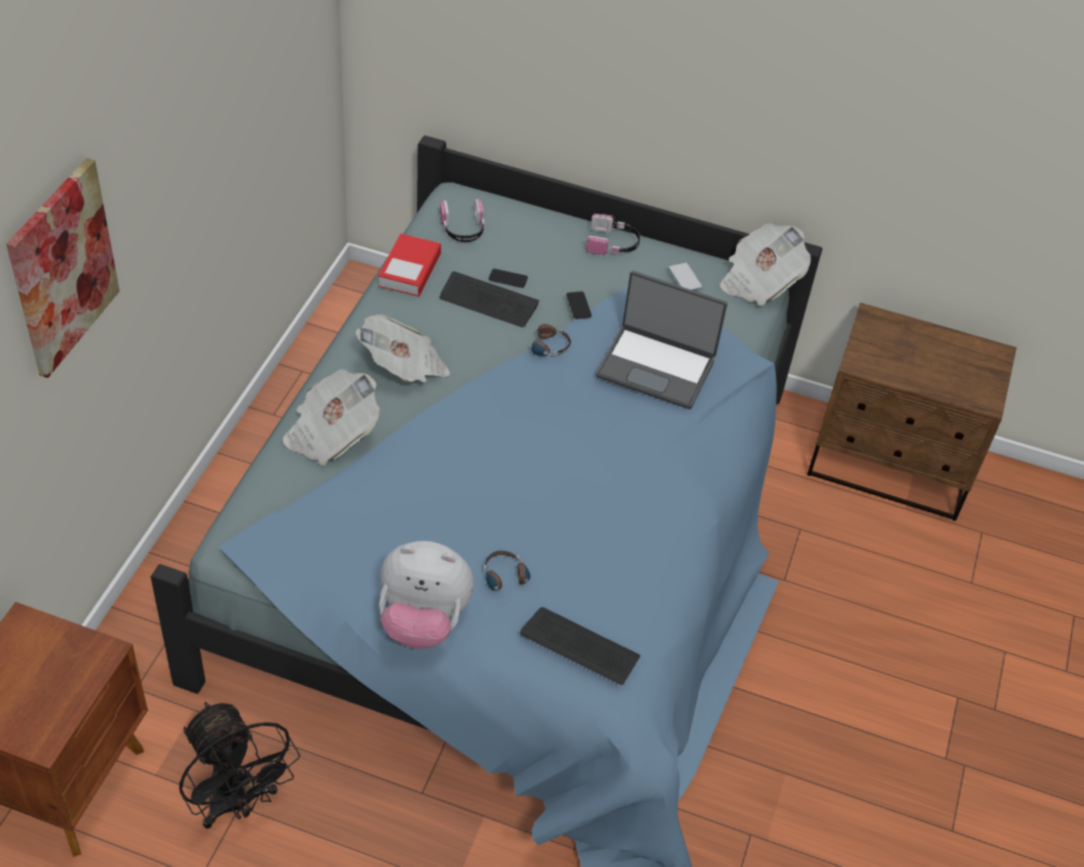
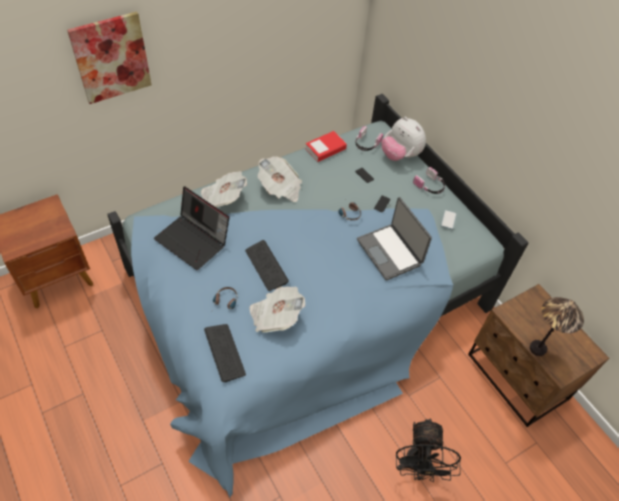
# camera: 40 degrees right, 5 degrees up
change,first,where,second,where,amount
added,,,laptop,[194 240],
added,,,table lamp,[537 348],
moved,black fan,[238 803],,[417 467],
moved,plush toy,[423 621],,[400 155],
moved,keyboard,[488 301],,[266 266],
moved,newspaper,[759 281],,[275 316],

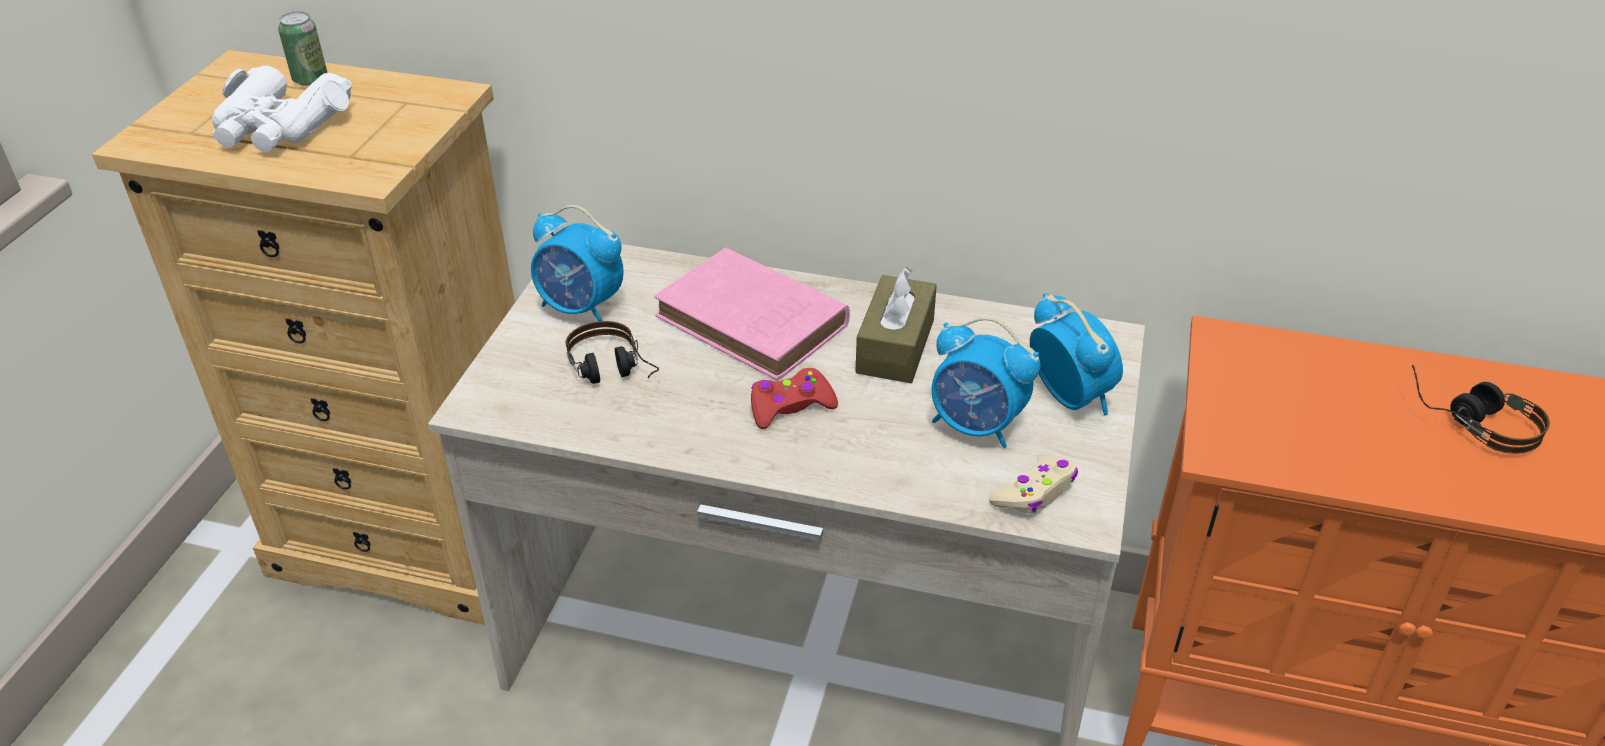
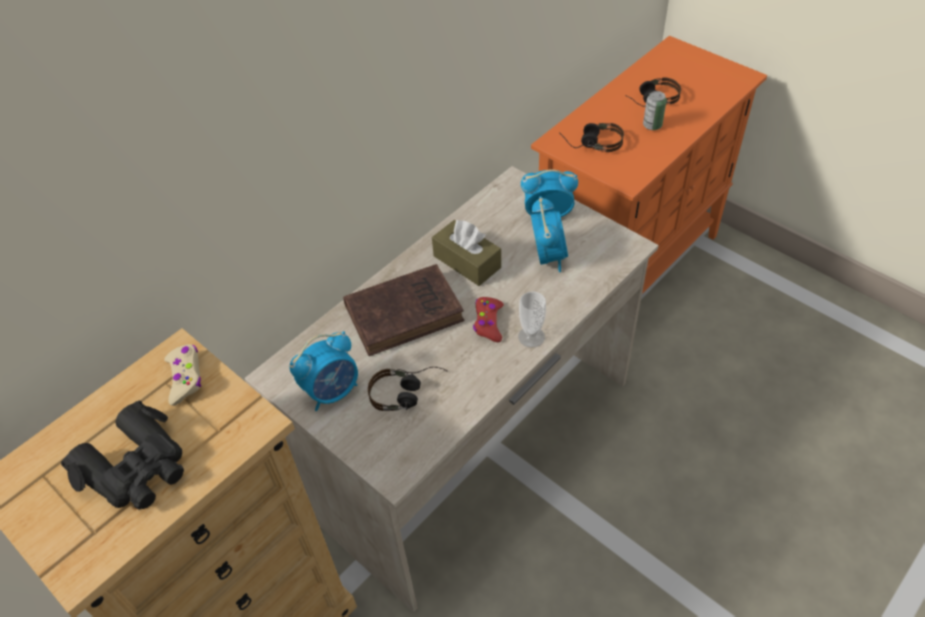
# camera: 60 degrees left, 10 degrees up
change,first,where,second,where,amount
added,,,cup,[531 337],
added,,,headphones,[590 143],
moved,can,[310 79],,[652 125],
moved,beige game controller,[1035 493],,[185 377],
recoloured,white binoculars,[279 127],black binoculars,[136 468],
recoloured,pink book,[756 323],brown book,[407 312],
turned,alarm clock,[976 426],,[548 256],60 degrees counterclockwise

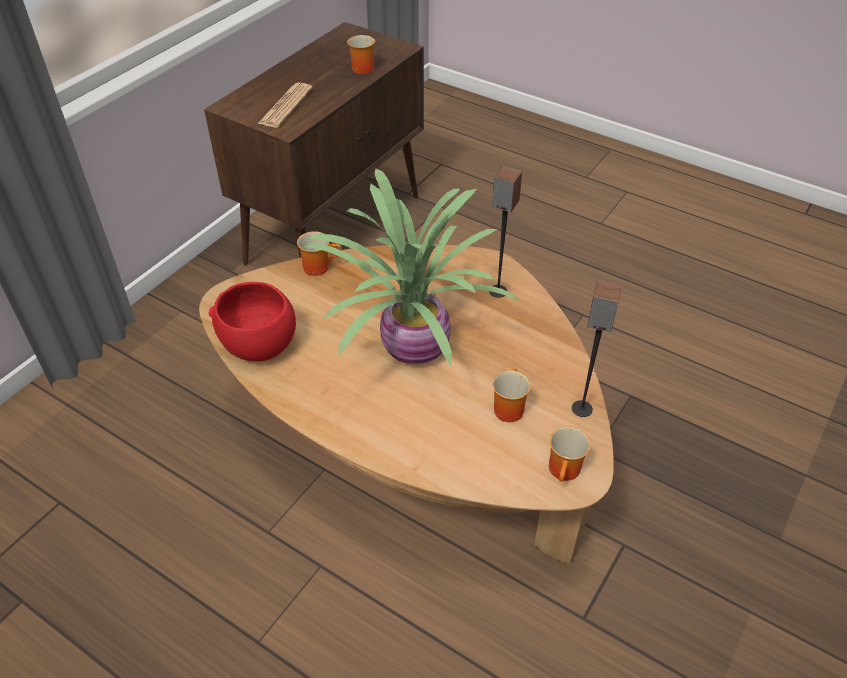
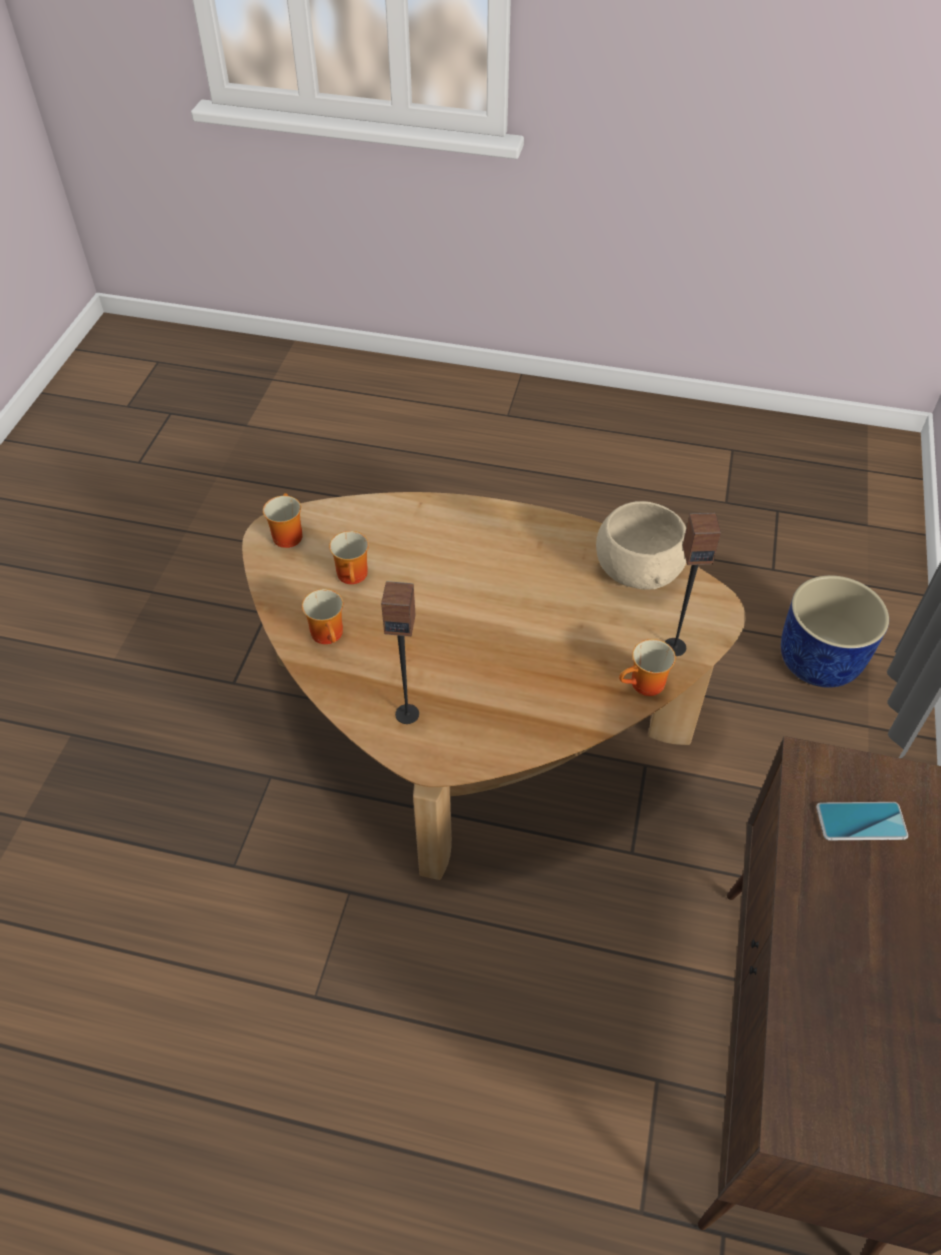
# camera: 160 degrees right, 5 degrees up
change,first,where,second,where,amount
removed,potted plant,[413 346],,,
added,,,blue planter,[818 662],
moved,mug,[361 67],,[330 634],
moved,speaker,[581 409],,[674 646],
replaced,newspaper,[285 106],phone,[861 822],
recoloured,red bowl,[257 344],beige bowl,[638 570],

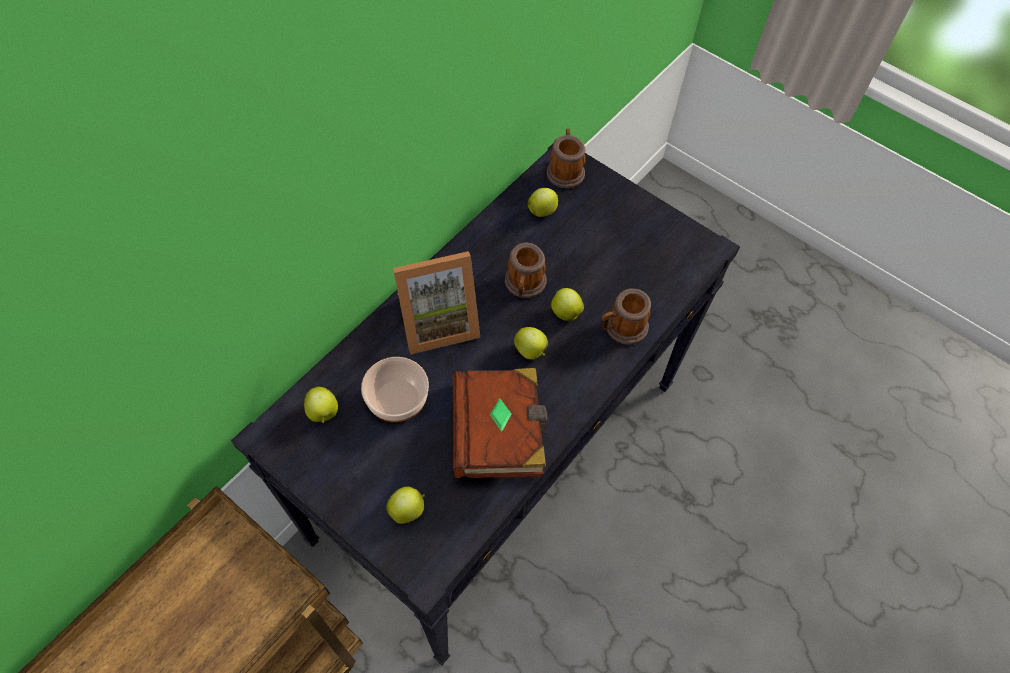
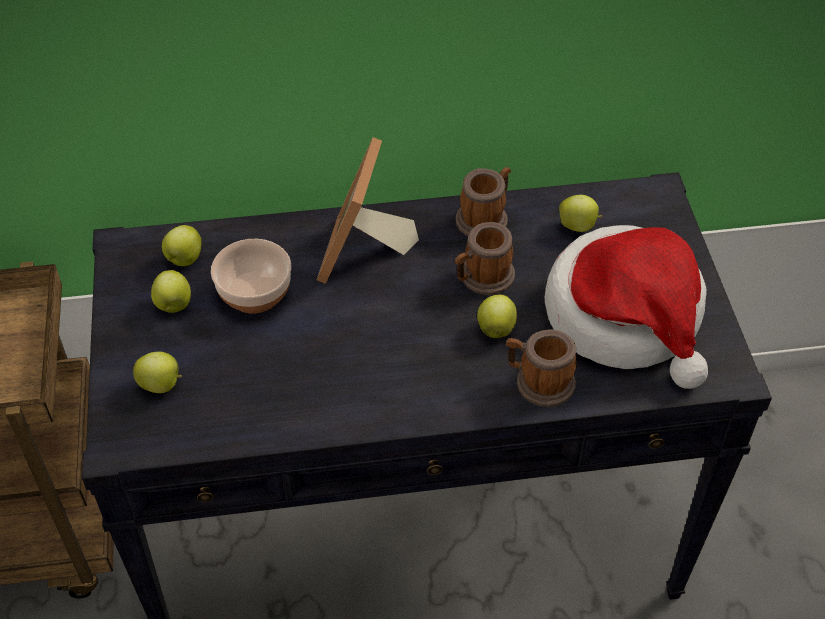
# camera: 45 degrees right, 10 degrees down
change,first,where,second,where,amount
removed,brown book,[499 432],,,
added,,,hat,[626 318],
moved,apple,[531 351],,[174 305],
moved,mug,[565 170],,[485 218],
turned,picture frame,[437 322],,[363 255],75 degrees clockwise

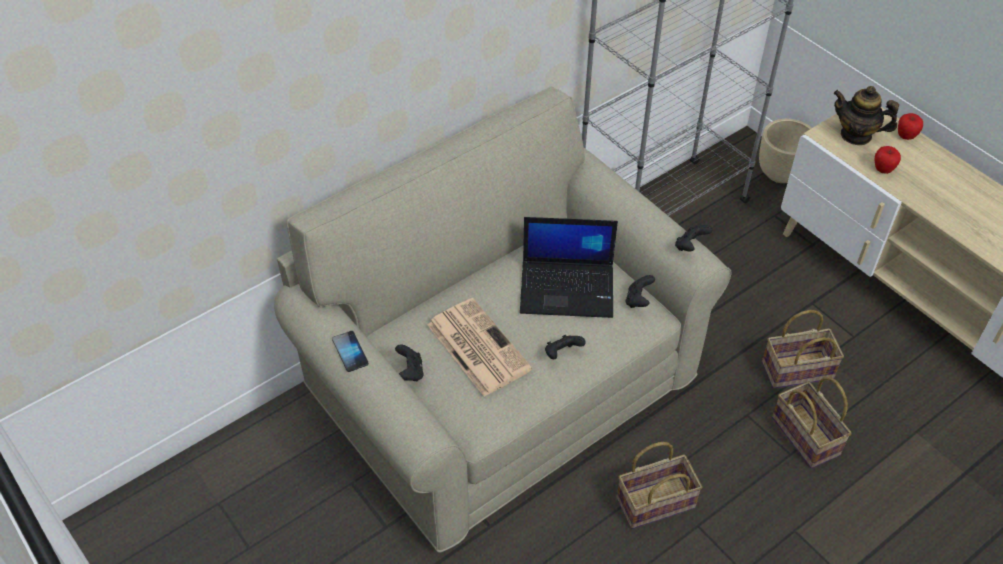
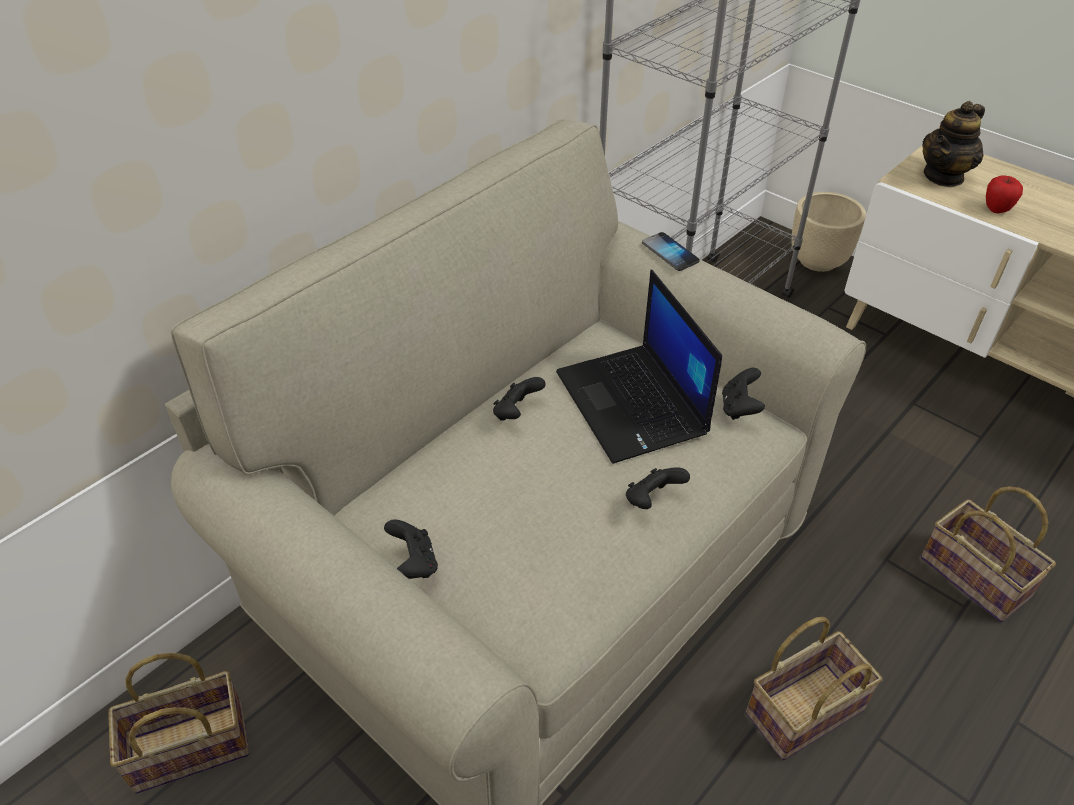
# camera: 10 degrees left, 5 degrees down
change,first,where,second,where,amount
removed,newspaper,[476 346],,,
removed,apple,[905 136],,,
moved,phone,[350 352],,[670 253],
moved,black game controller,[690 246],,[517 413],
moved,basket,[796 371],,[187 751],
turned,laptop,[568 288],,[633 404],75 degrees clockwise
turned,teapot,[856 135],,[944 176],60 degrees counterclockwise

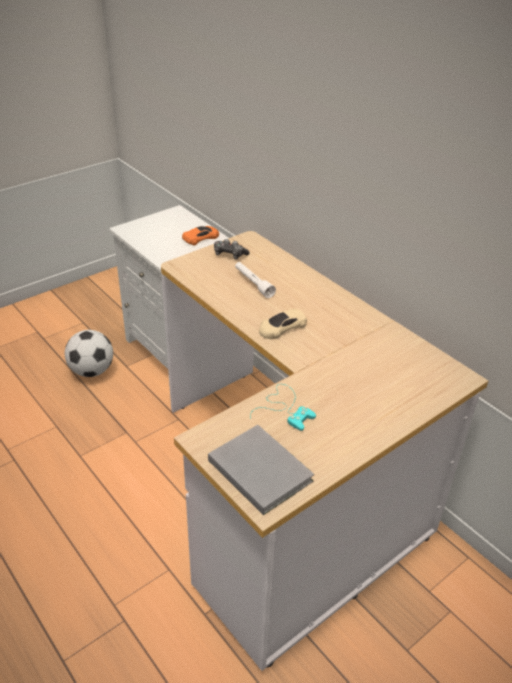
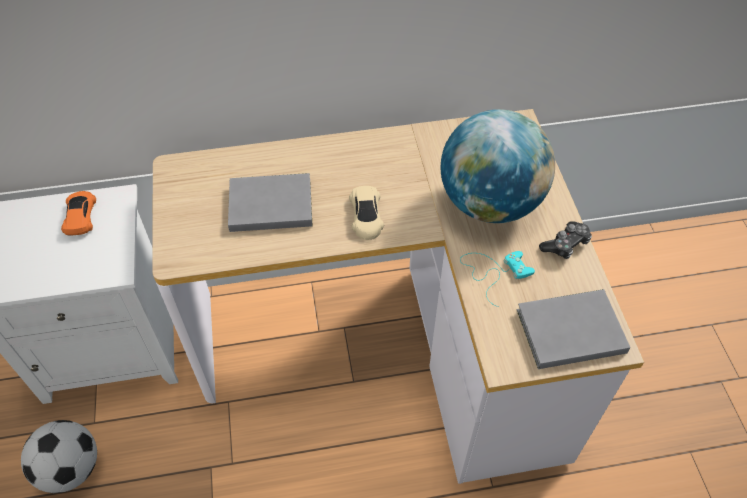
# camera: 60 degrees left, 15 degrees up
change,first,where,second,where,amount
added,,,globe,[490 203],
moved,game controller,[229 255],,[565 244],
replaced,white flashlight,[253 284],grey book,[268 204],

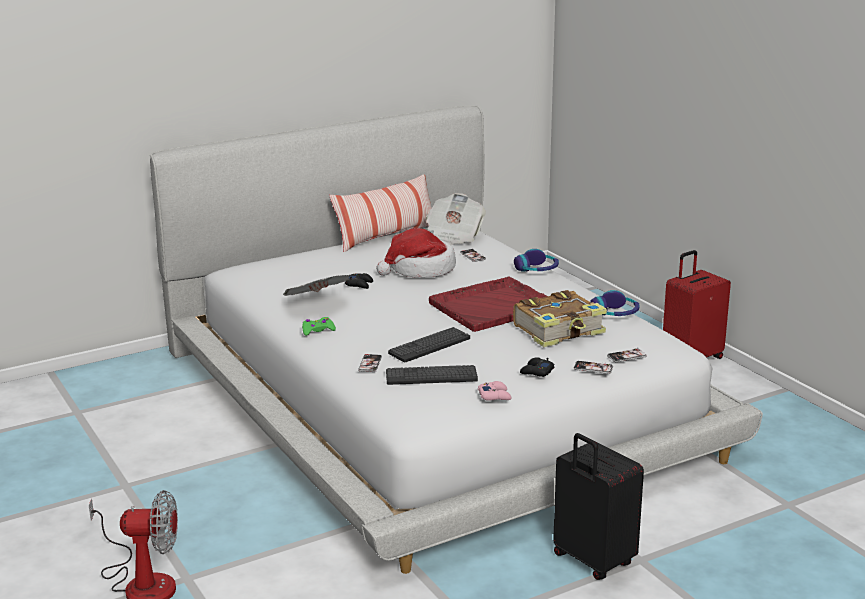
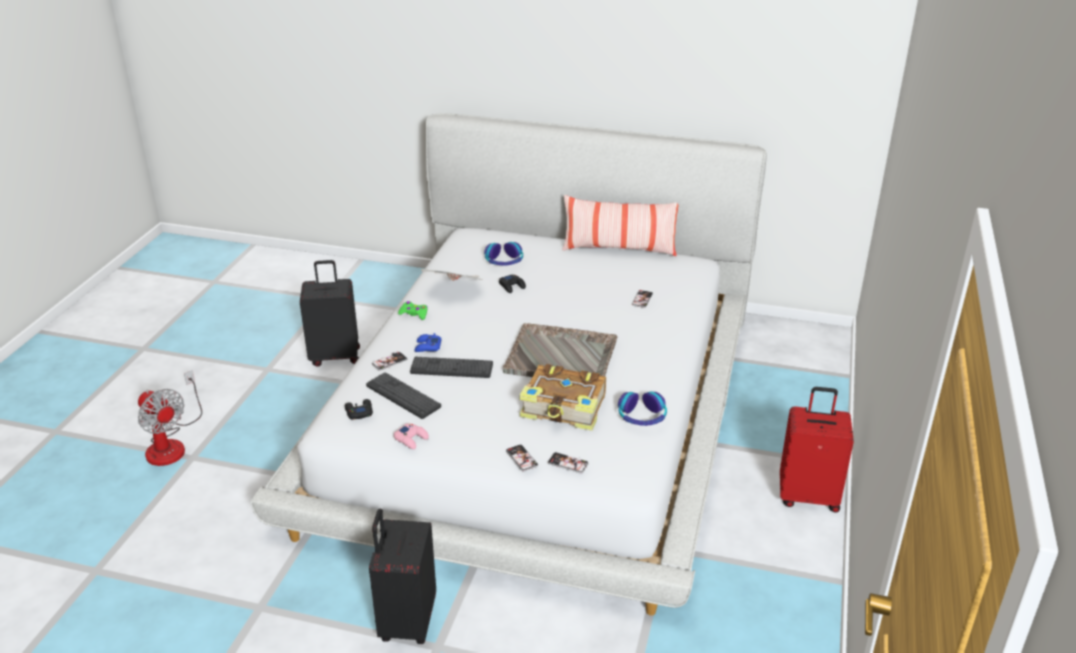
# camera: 45 degrees right, 10 degrees up
change,first,where,second,where,amount
removed,hat,[420 269],,,
removed,newspaper,[454 236],,,
added,,,black suitcase,[335 356],
added,,,blue game controller,[427 347],
moved,headphones,[537 269],,[504 261],
moved,black game controller,[536 372],,[359 412],
recoloured,red tray,[493 306],grey tray,[562 357],

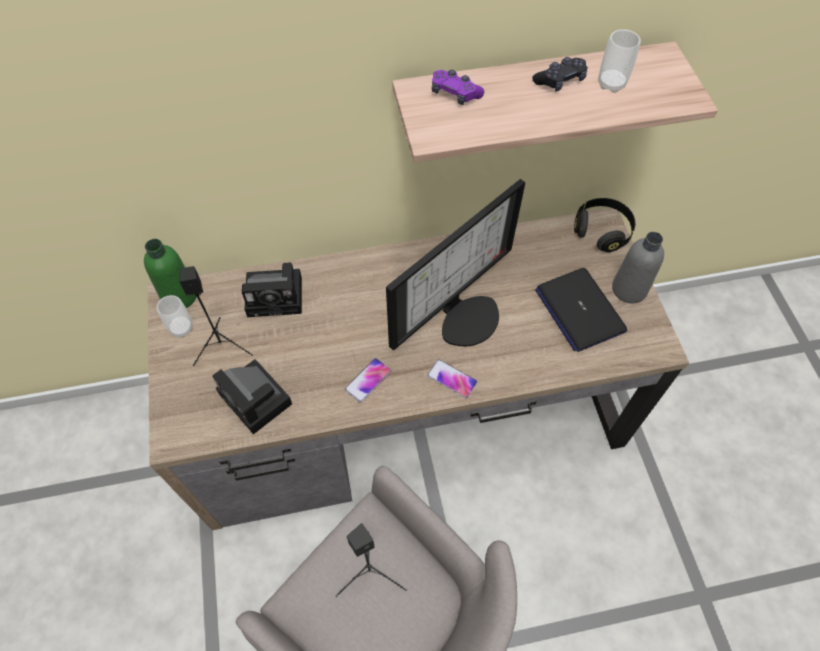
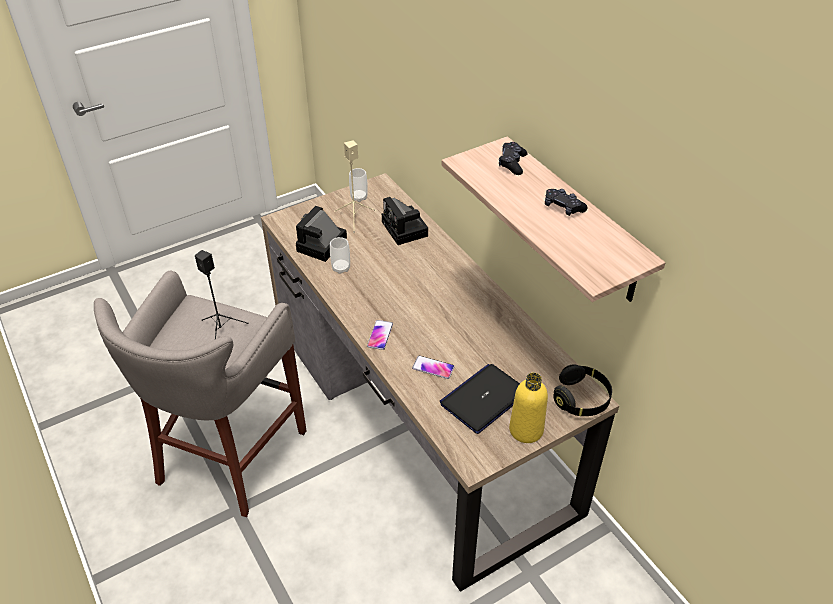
# camera: 70 degrees right, 15 degrees down
change,first,where,second,where,amount
removed,green bottle,[179 296],,,
removed,monitor,[465 316],,,
moved,phone,[368 380],,[433 368],
moved,cup,[611 84],,[341 268],
recoloured,black speaker,[222 345],beige speaker,[354 218],
recoloured,purple game controller,[455 94],black game controller,[512 163],
recoloured,grey bottle,[629 289],yellow bottle,[526 430],

